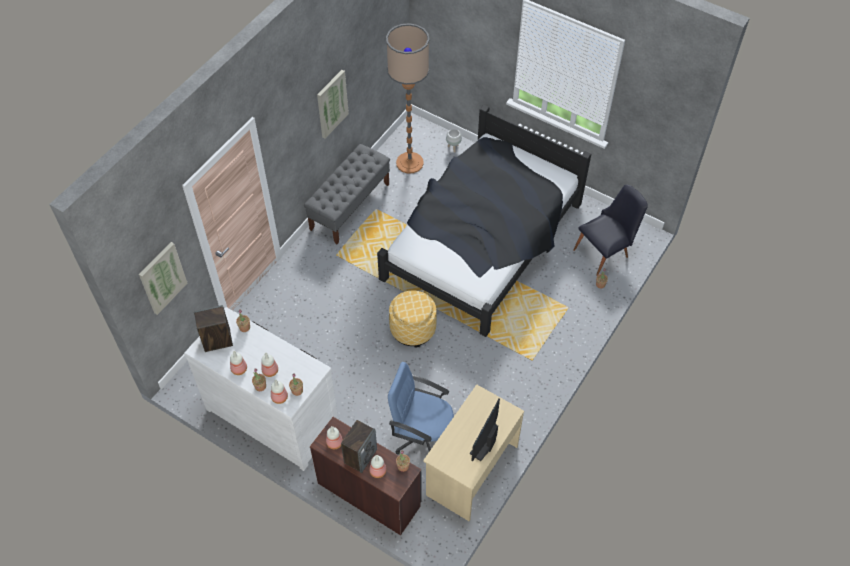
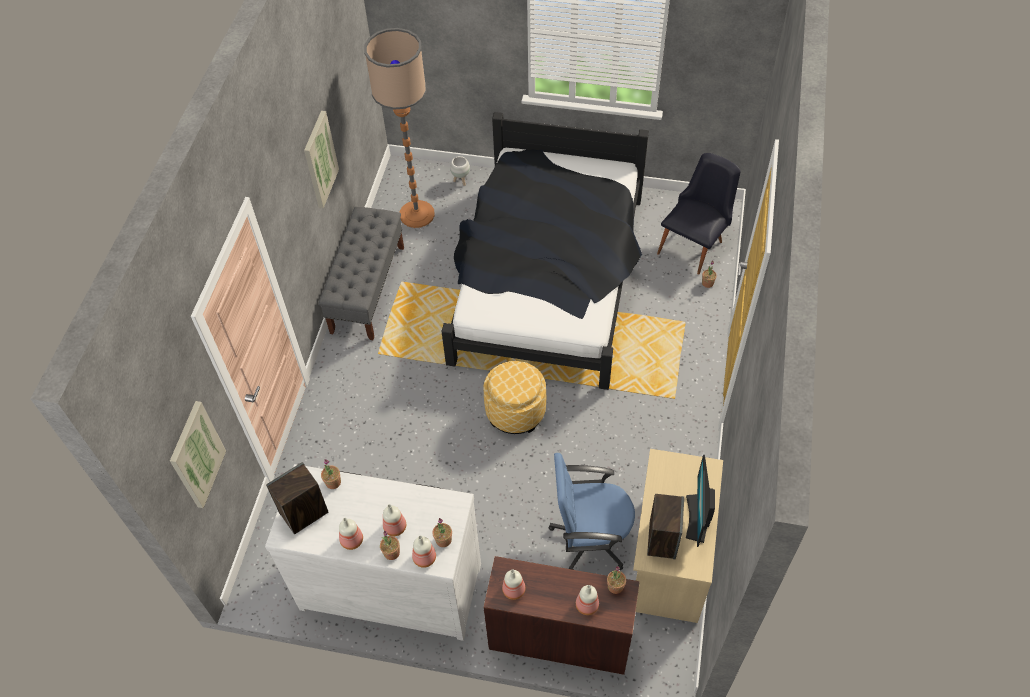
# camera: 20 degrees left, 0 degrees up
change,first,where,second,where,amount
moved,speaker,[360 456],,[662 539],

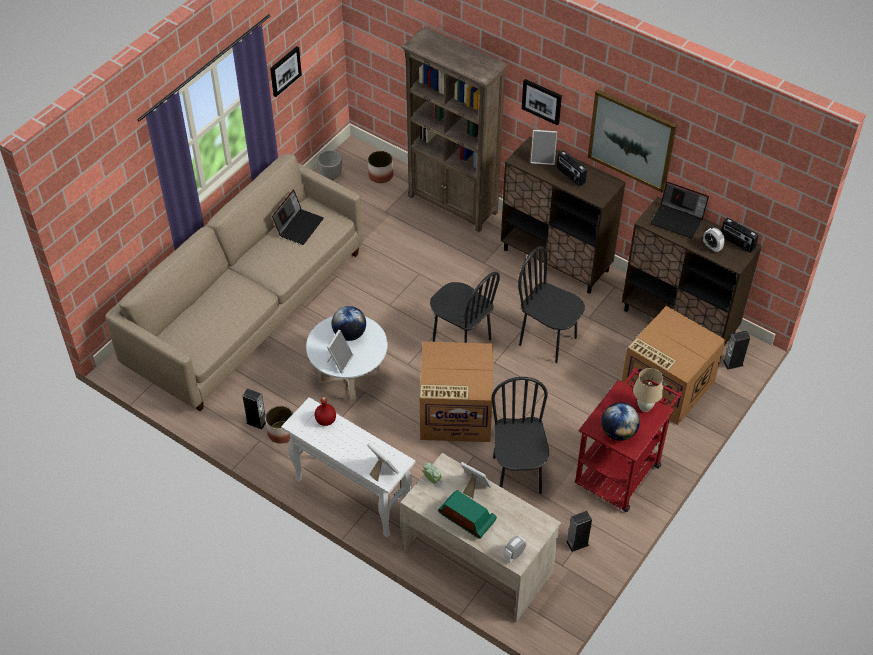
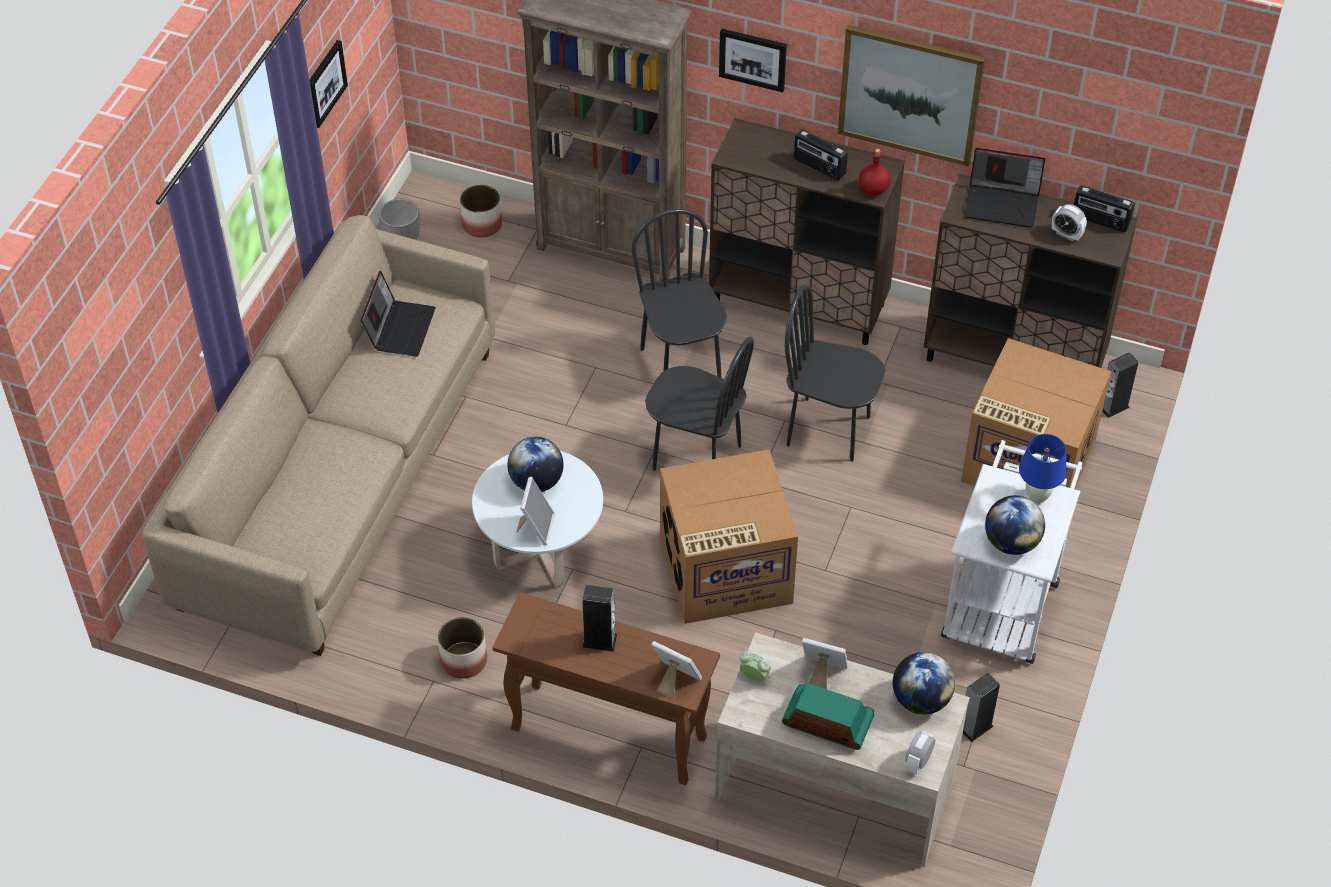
# camera: 15 degrees left, 0 degrees up
change,first,where,second,where,amount
removed,picture frame,[543 158],,,
added,,,globe,[920 700],
moved,speaker,[256 421],,[599 640],
moved,red bottle,[326 420],,[874 190],
moved,black chair,[517 475],,[681 364],
recoloured,white console table,[351 495],brown console table,[607 733],
recoloured,red cart,[621 468],white cart,[1003 600],
recoloured,beige table lamp,[645 407],blue table lamp,[1037 497],

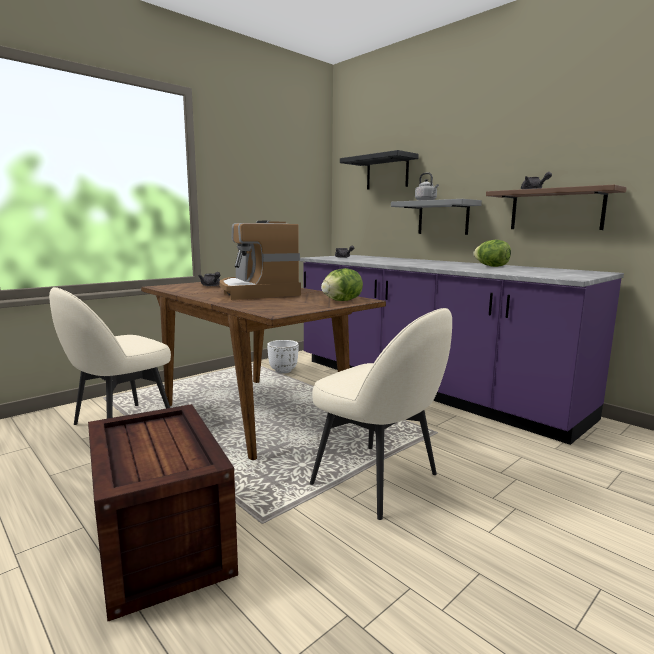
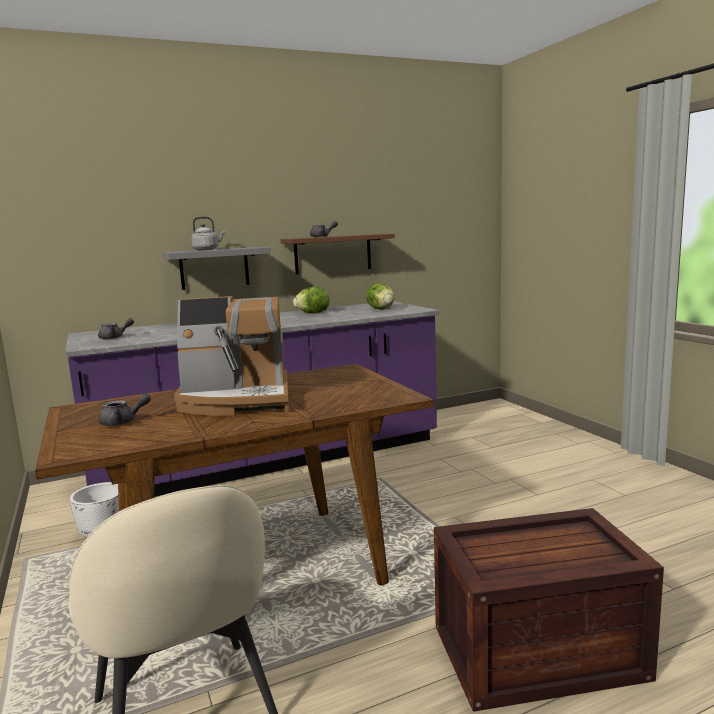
# camera: 70 degrees left, 0 degrees up
change,first,where,second,where,amount
removed,beige chair,[377 481],,,
removed,black shelf,[387 173],,,
moved,lettuce,[341 301],,[381 309],

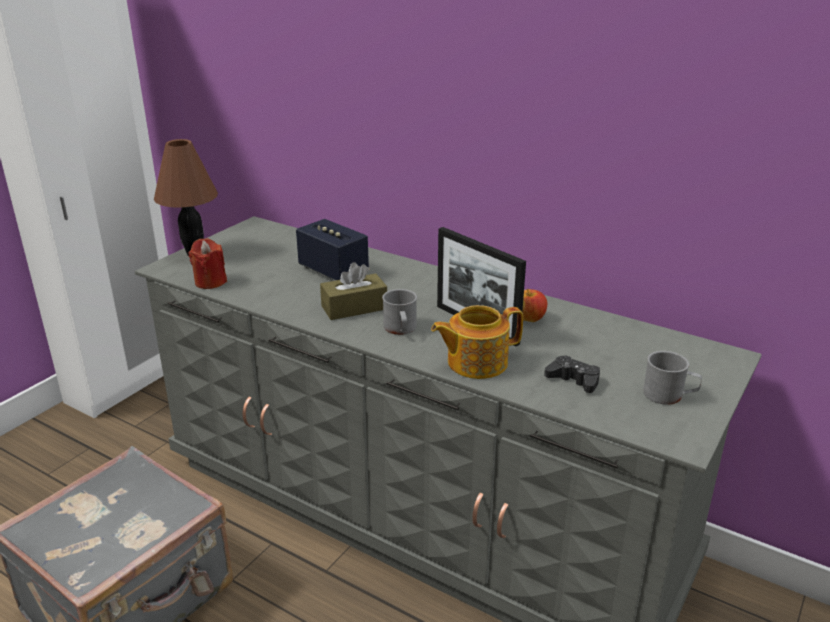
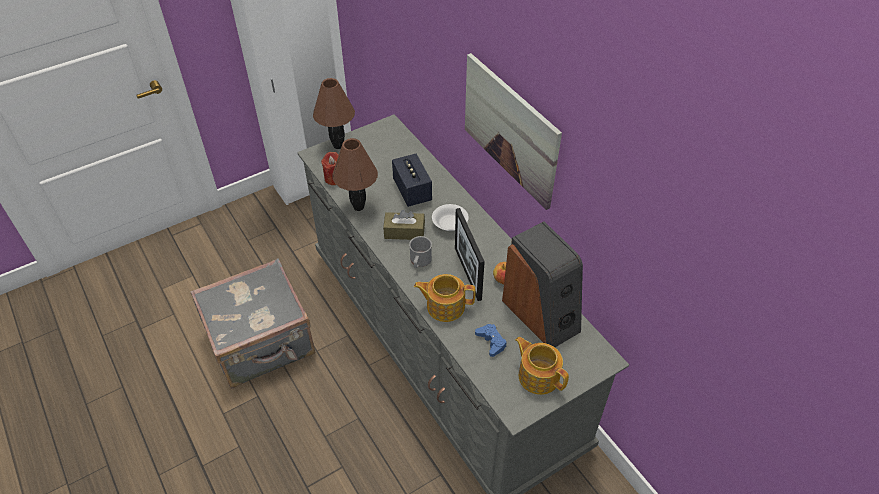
# camera: 25 degrees right, 20 degrees up
change,first,where,second,where,amount
added,,,brown table lamp,[358 207],
added,,,white bowl,[449 224],
added,,,picture,[510 130],
added,,,speaker,[541 314],
replaced,grey mug,[669 395],teapot,[538 375],
recoloured,black game controller,[573 380],blue game controller,[491 342],

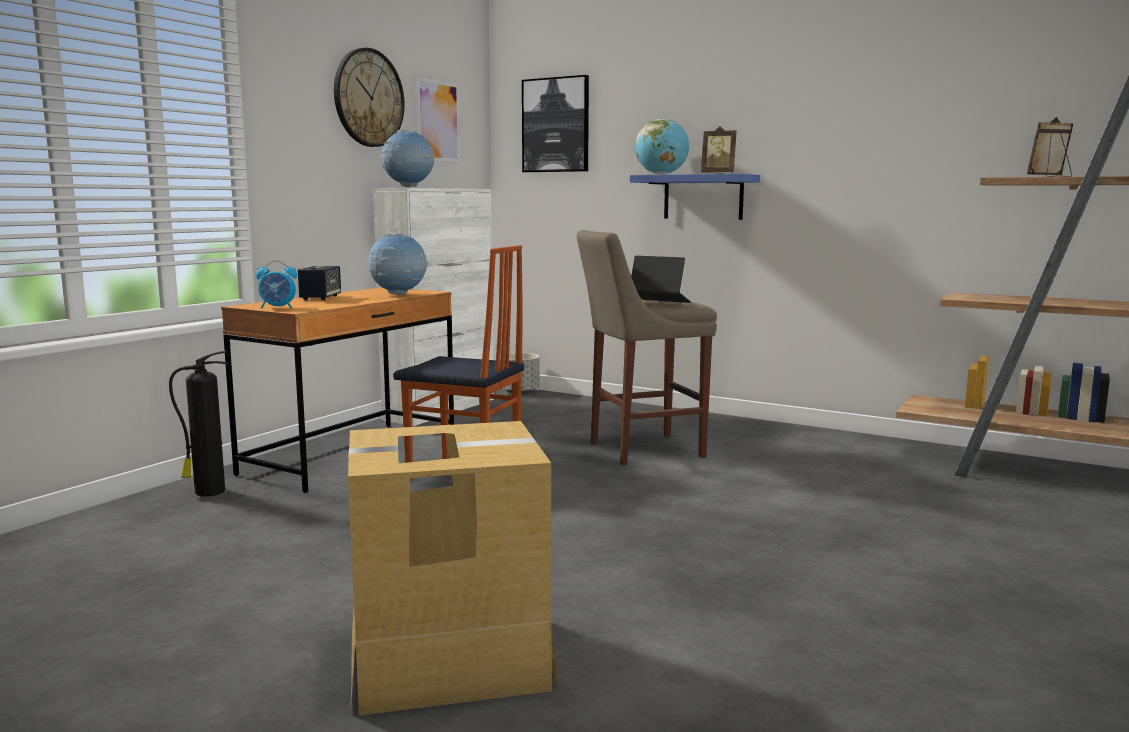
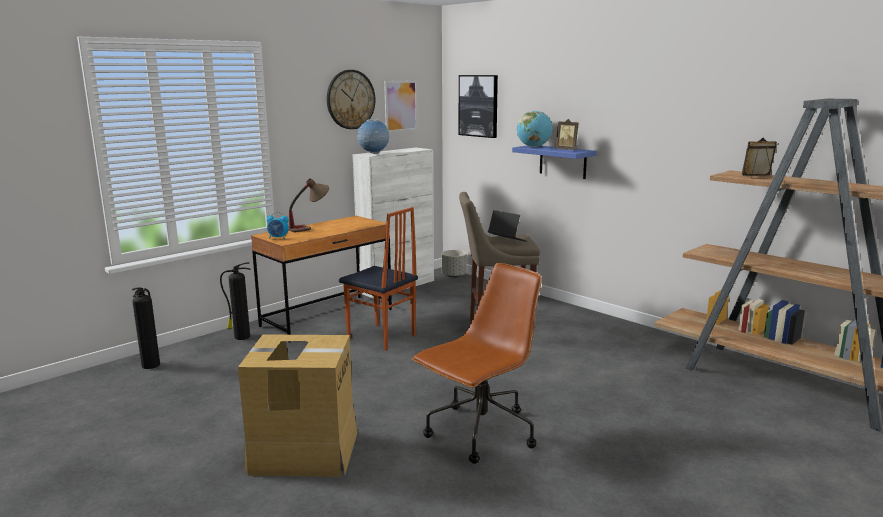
# camera: 15 degrees right, 5 degrees up
change,first,where,second,where,amount
removed,globe,[398 295],,,
added,,,fire extinguisher,[151 365],
added,,,brown office chair,[480 433],
replaced,speaker,[320 298],table lamp,[309 227],

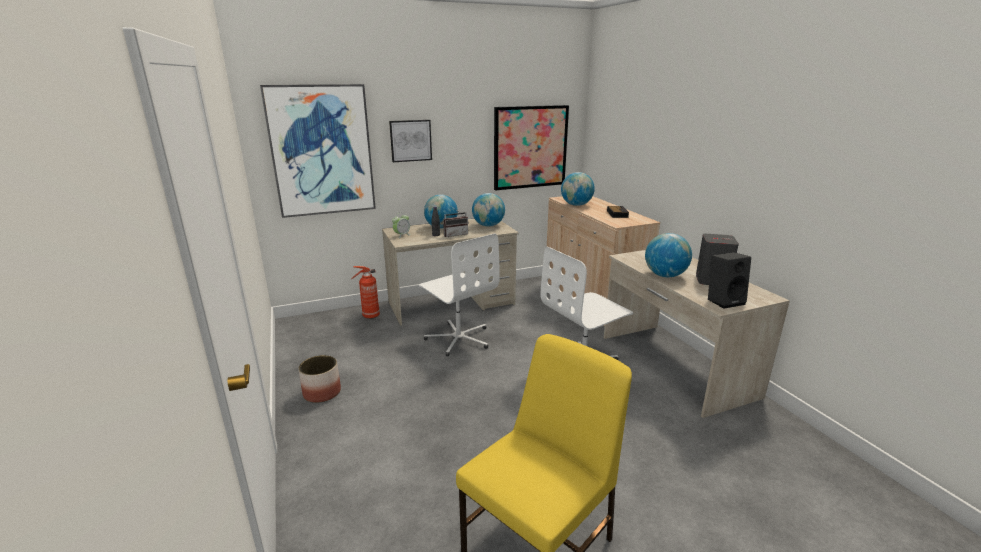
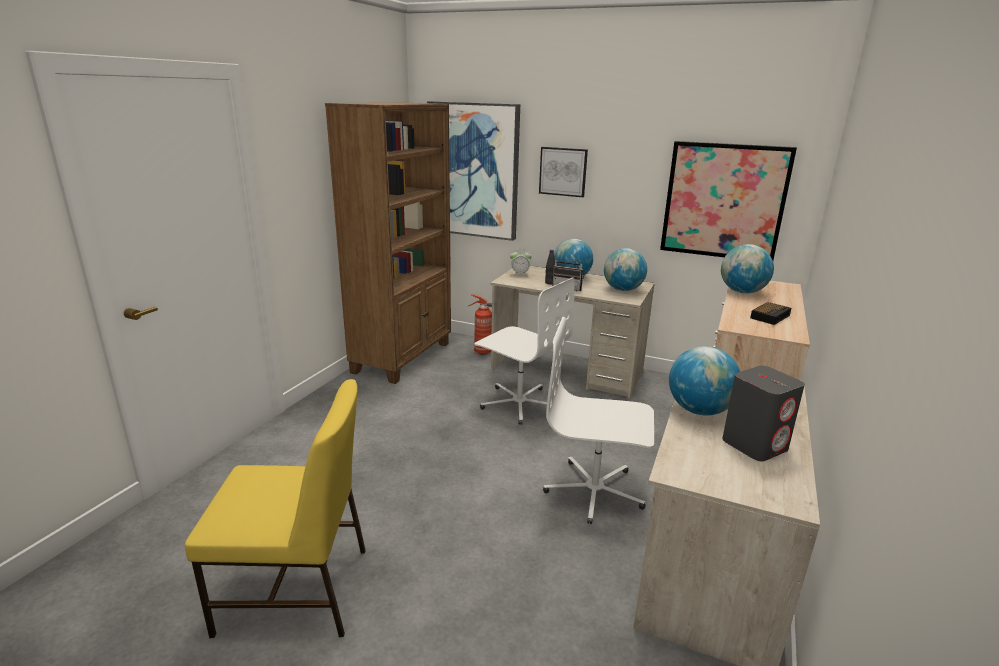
# camera: 45 degrees right, 0 degrees up
change,first,where,second,where,amount
removed,planter,[321 393],,,
removed,black speaker,[724 301],,,
added,,,brown bookcase,[403 357],
turned,white office chair,[459 338],,[519 403],60 degrees counterclockwise

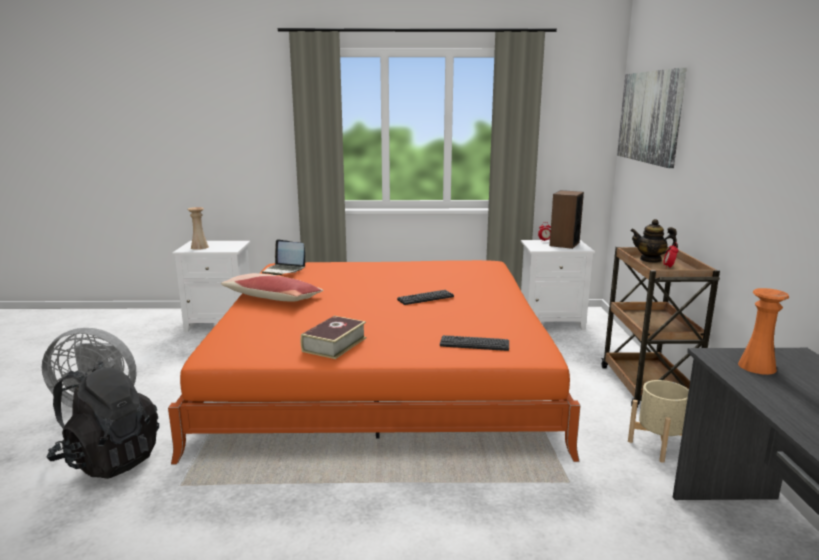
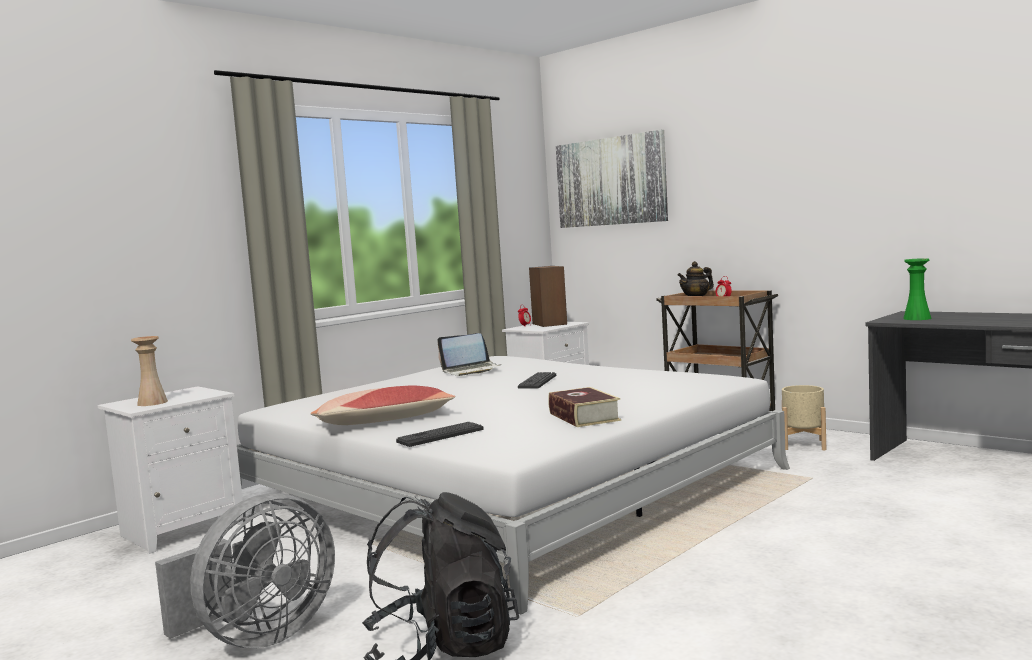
# camera: 45 degrees left, 10 degrees down
change,first,where,second,where,amount
moved,laptop,[284 270],,[471 370],
moved,keyboard,[474 344],,[440 435],
recoloured,orange bed,[382 370],white bed,[507 486],
recoloured,orange vase,[757 367],green vase,[917 318],

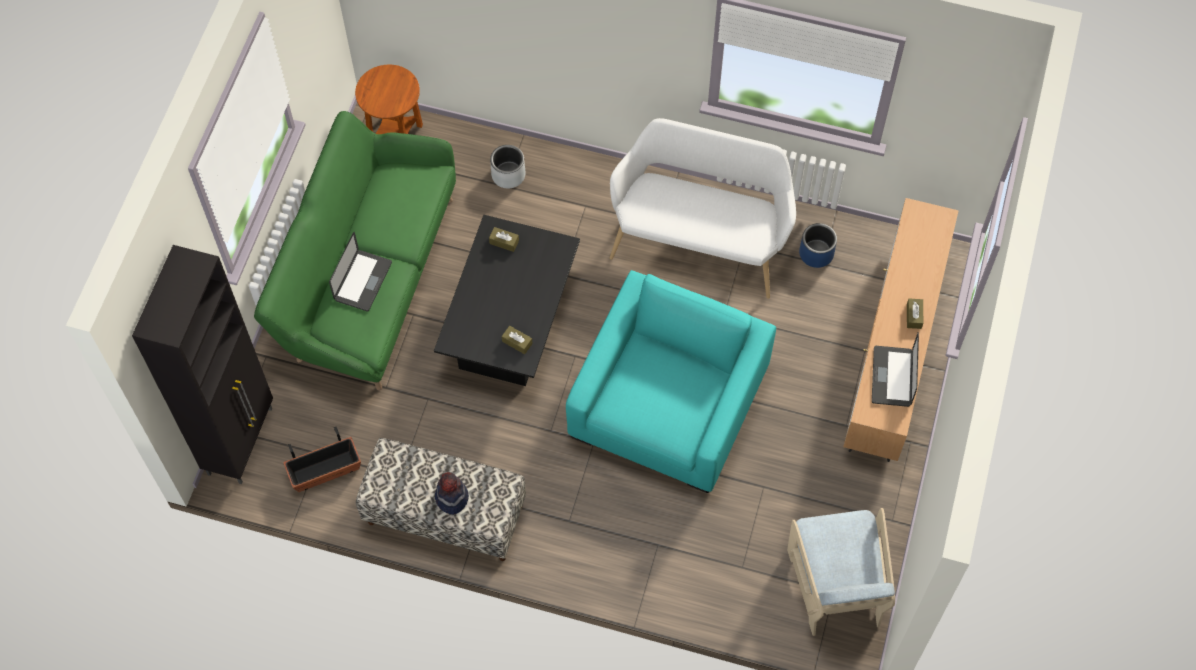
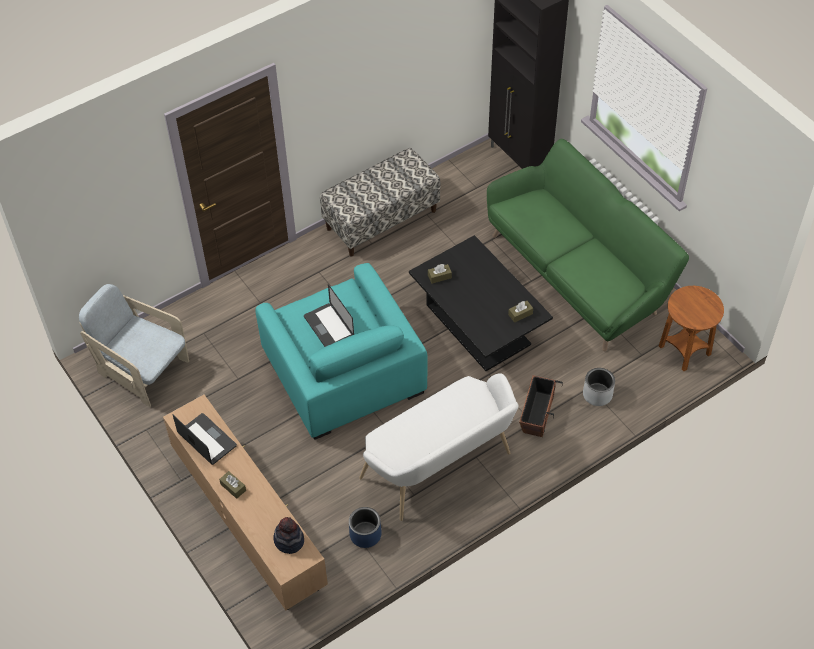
# camera: 130 degrees right, 10 degrees down
change,first,where,second,where,amount
moved,planter,[325 471],,[537 413],
moved,laptop,[363 281],,[329 327],
moved,hat,[451 498],,[289 540],

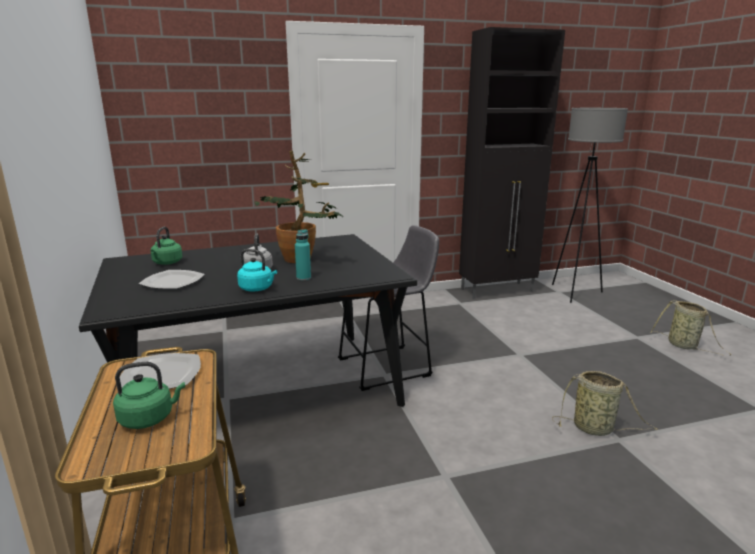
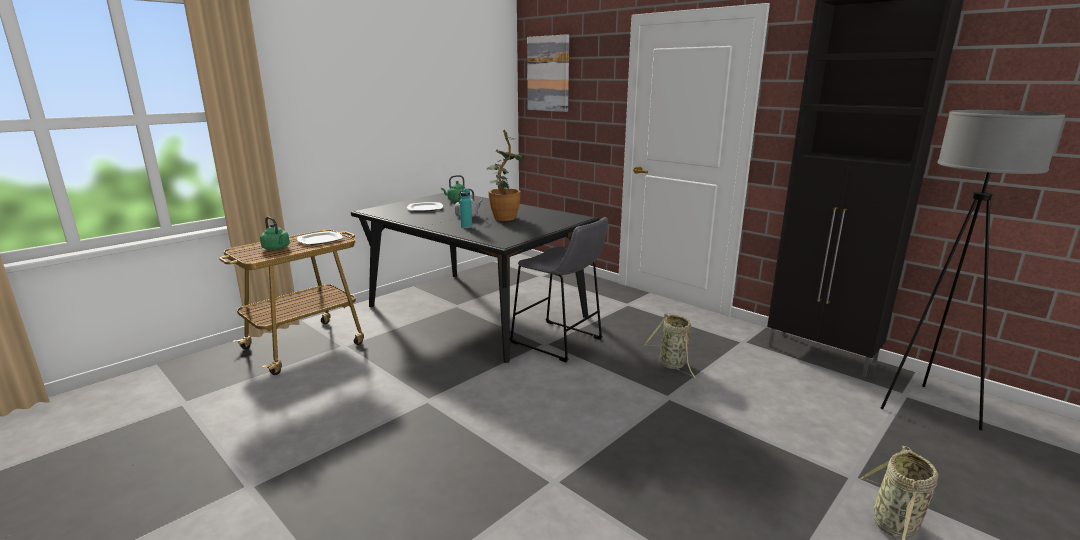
# camera: 60 degrees right, 0 degrees up
change,first,where,second,where,amount
removed,turquoise kettle,[257 289],,,
added,,,picture,[548 74],
moved,basket,[595 429],,[673 365],

